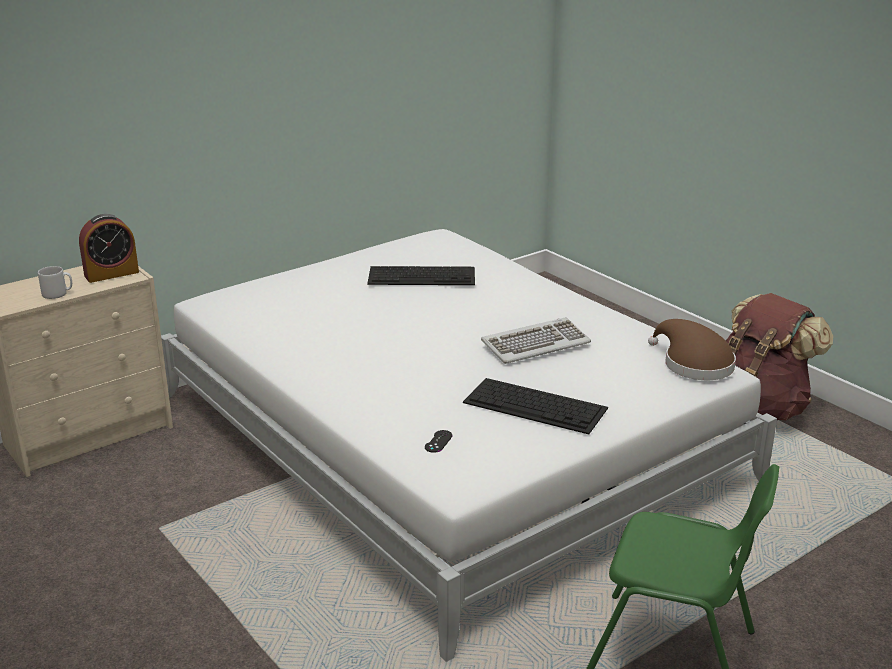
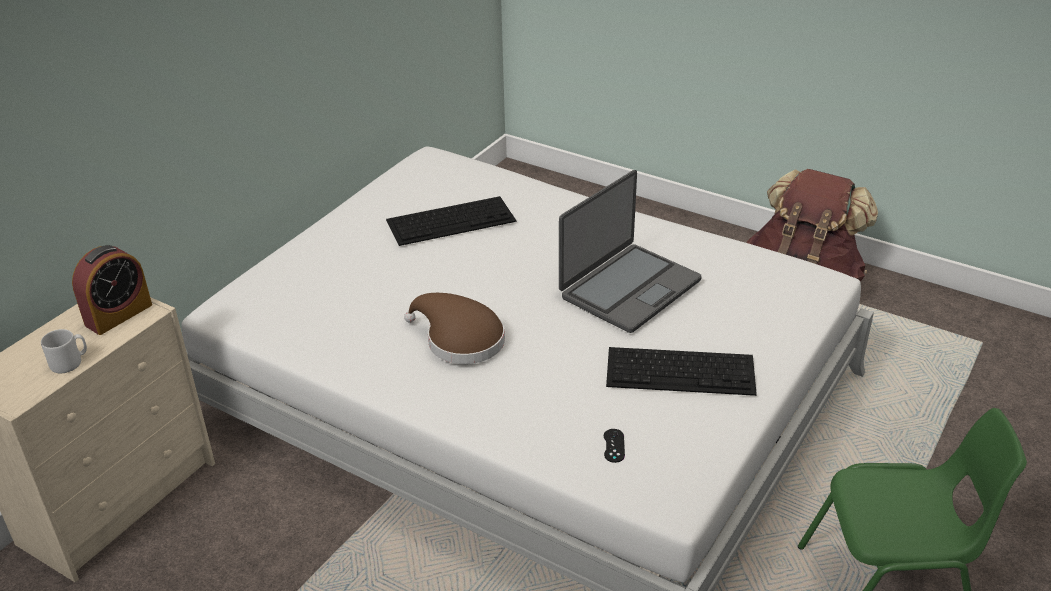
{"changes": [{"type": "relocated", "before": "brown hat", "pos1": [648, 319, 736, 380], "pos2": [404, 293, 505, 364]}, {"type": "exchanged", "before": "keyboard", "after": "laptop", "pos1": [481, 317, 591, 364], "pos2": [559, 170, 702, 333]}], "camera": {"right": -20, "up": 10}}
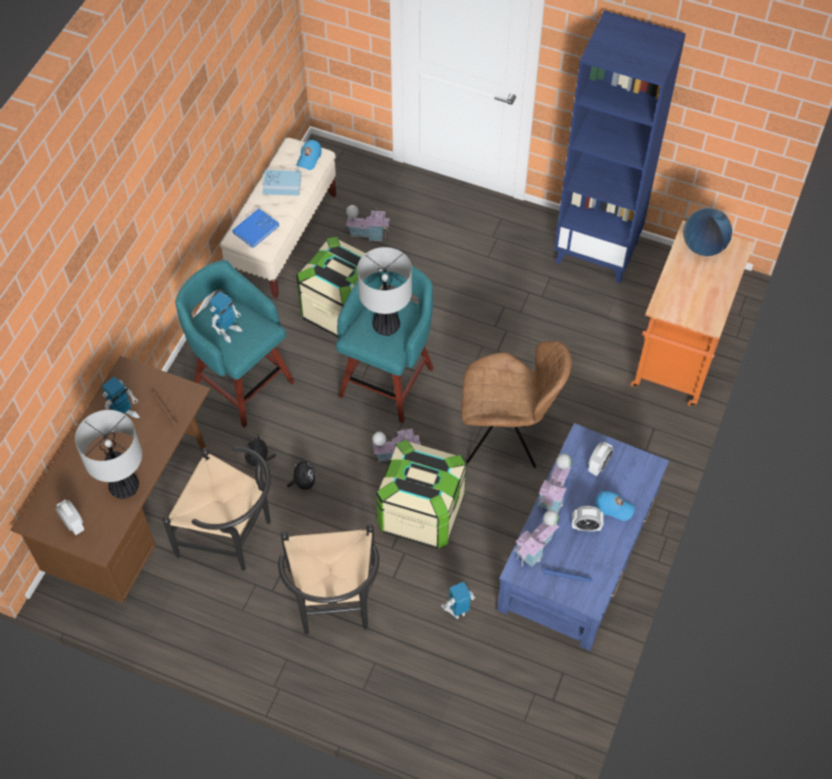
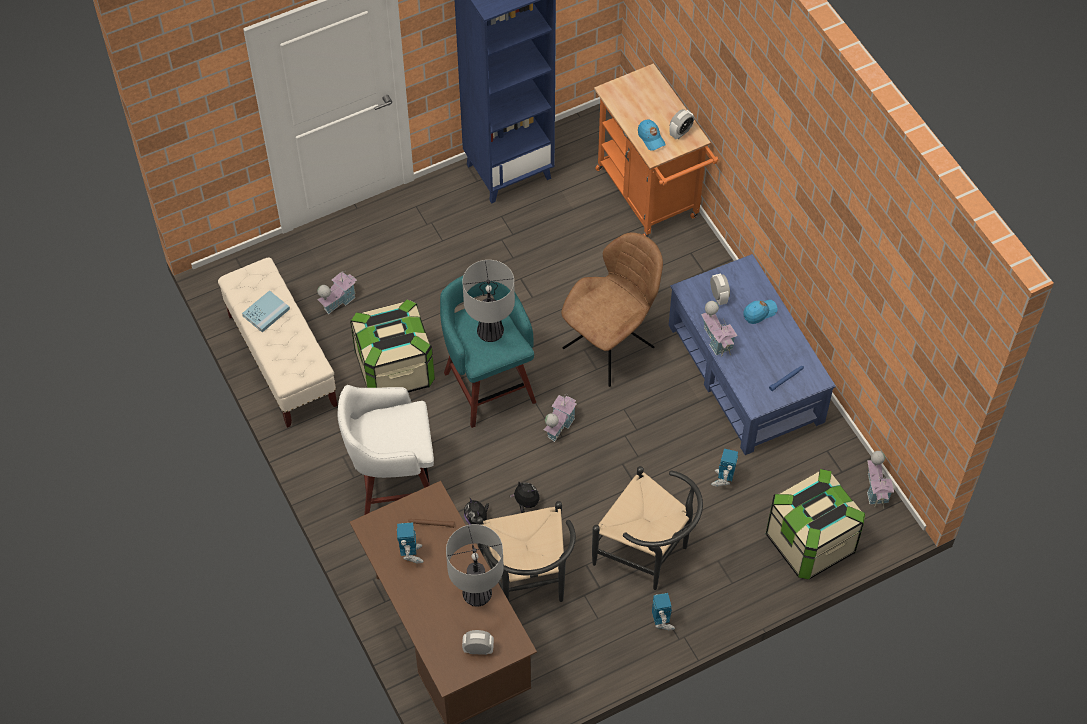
{"changes": [{"type": "missing", "before": "blue book", "pos1": [232, 208, 279, 248]}, {"type": "missing", "before": "globe", "pos1": [683, 208, 732, 256]}, {"type": "relocated", "before": "toy robot", "pos1": [210, 291, 243, 343], "pos2": [652, 593, 675, 630]}, {"type": "relocated", "before": "blue cap", "pos1": [296, 140, 321, 170], "pos2": [638, 119, 666, 151]}, {"type": "relocated", "before": "storage box", "pos1": [376, 439, 467, 549], "pos2": [766, 469, 865, 580]}, {"type": "relocated", "before": "toy house", "pos1": [514, 510, 559, 567], "pos2": [867, 451, 894, 509]}, {"type": "relocated", "before": "alarm clock", "pos1": [572, 506, 604, 532], "pos2": [670, 109, 694, 139]}, {"type": "colour", "before": "turquoise stool", "after": "white stool", "pos1": [175, 260, 294, 428], "pos2": [338, 385, 434, 515]}, {"type": "spun", "before": "black chair", "pos1": [162, 446, 271, 571], "pos2": [476, 501, 576, 602], "turn": 105}], "camera": {"right": -50, "up": 0}}
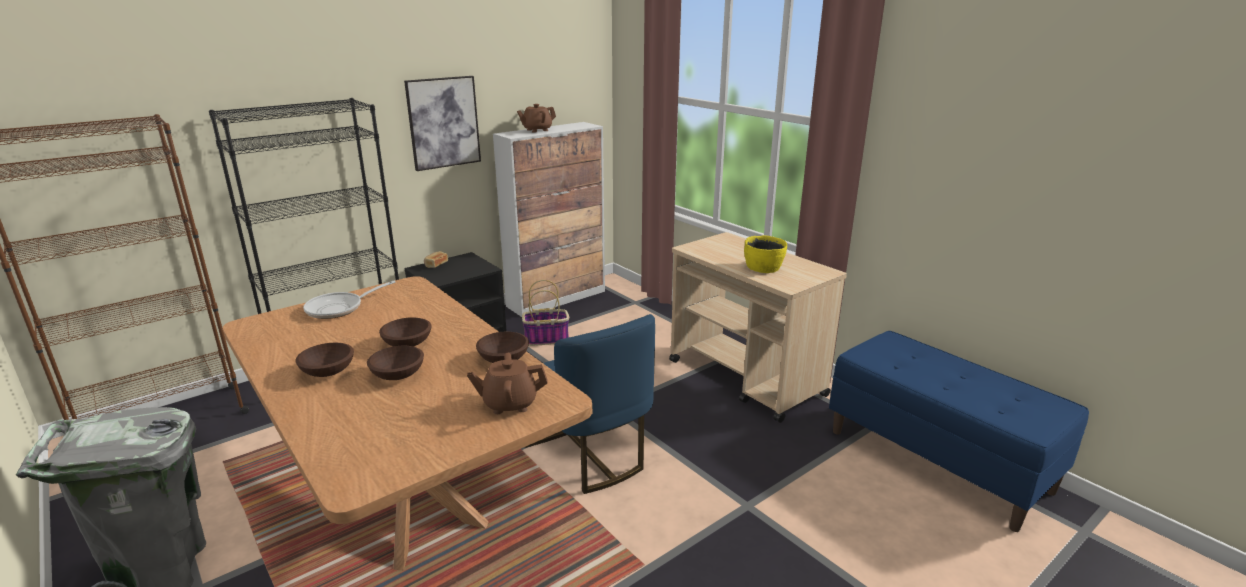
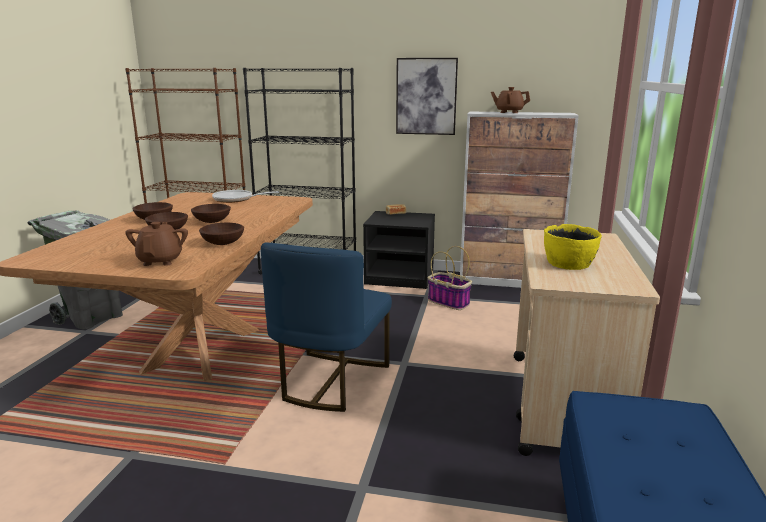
{"changes": [{"type": "spun", "before": "brown teapot", "pos1": [467, 353, 547, 414], "pos2": [125, 222, 188, 266], "turn": 45}], "camera": {"right": 50, "up": -5}}
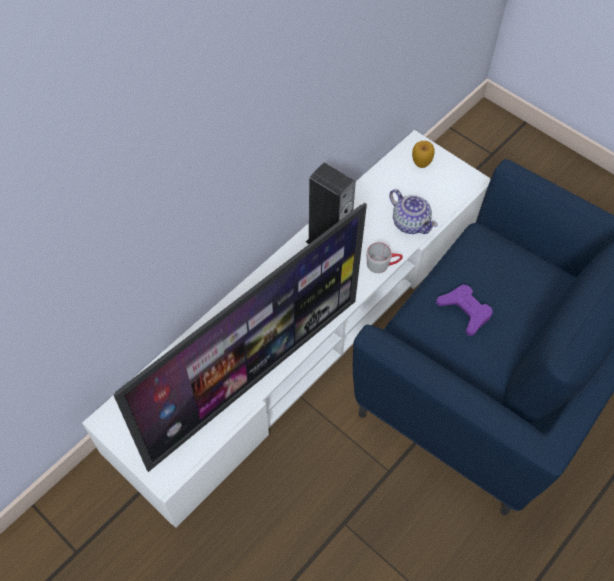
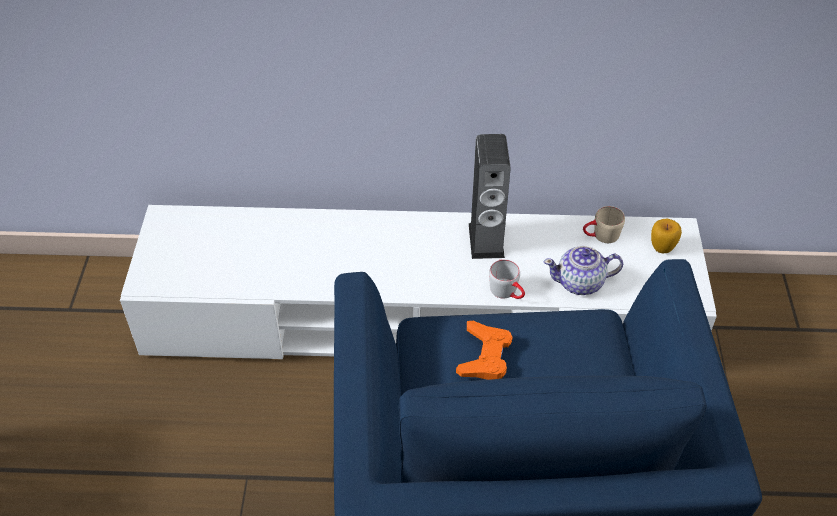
{"changes": [{"type": "missing", "before": "television", "pos1": [113, 203, 367, 472]}, {"type": "appeared", "after": "beige mug", "pos2": [583, 206, 625, 243]}, {"type": "colour", "before": "purple game controller", "after": "orange game controller", "pos1": [436, 284, 493, 336], "pos2": [456, 321, 513, 380]}, {"type": "spun", "before": "teapot", "pos1": [389, 189, 438, 234], "pos2": [544, 246, 623, 295], "turn": 75}], "camera": {"right": 50, "up": -10}}
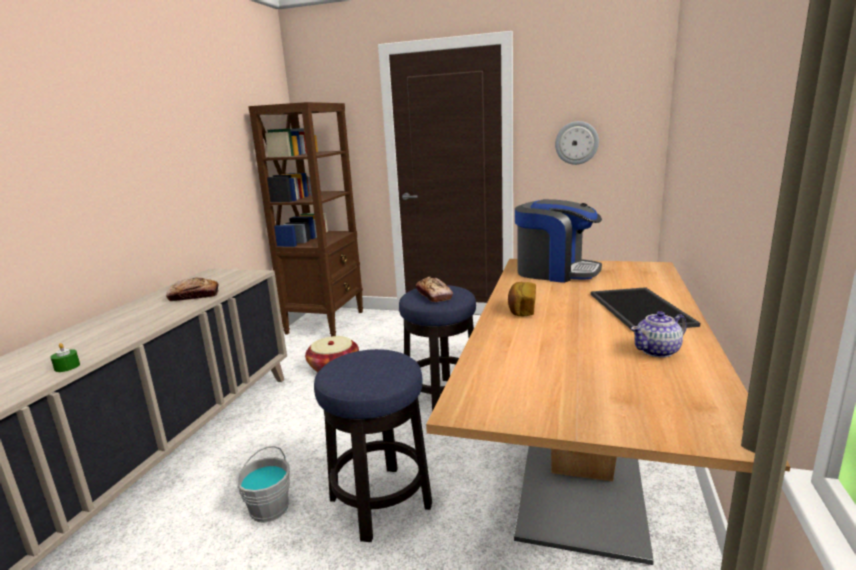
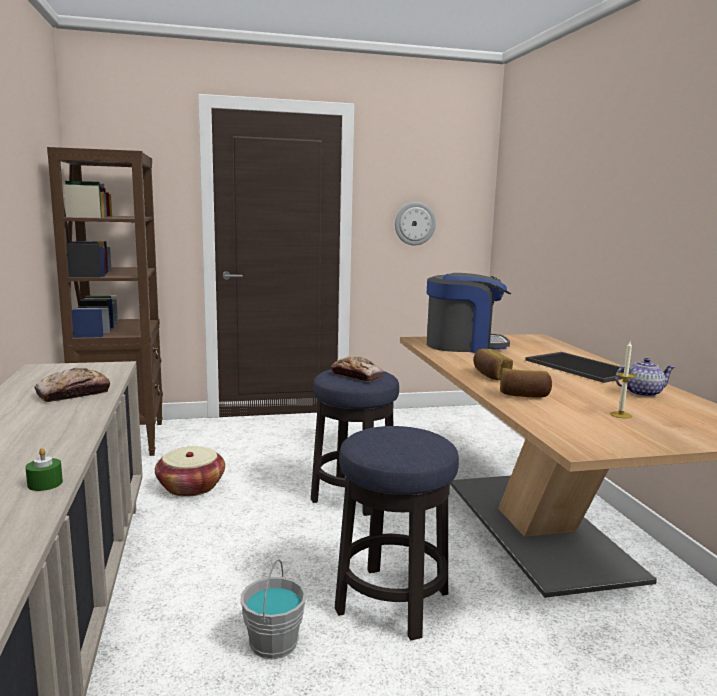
{"changes": [{"type": "appeared", "after": "bread", "pos2": [500, 368, 552, 398]}, {"type": "appeared", "after": "candle", "pos2": [610, 342, 635, 419]}, {"type": "spun", "before": "teapot", "pos1": [631, 311, 687, 358], "pos2": [615, 358, 675, 397], "turn": -135}], "camera": {"right": -30, "up": -5}}
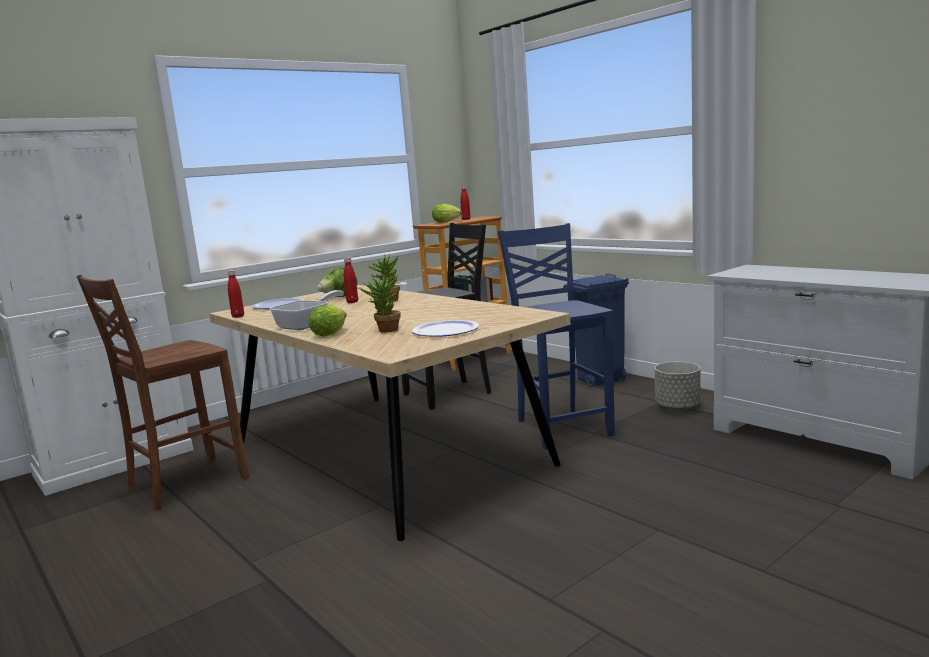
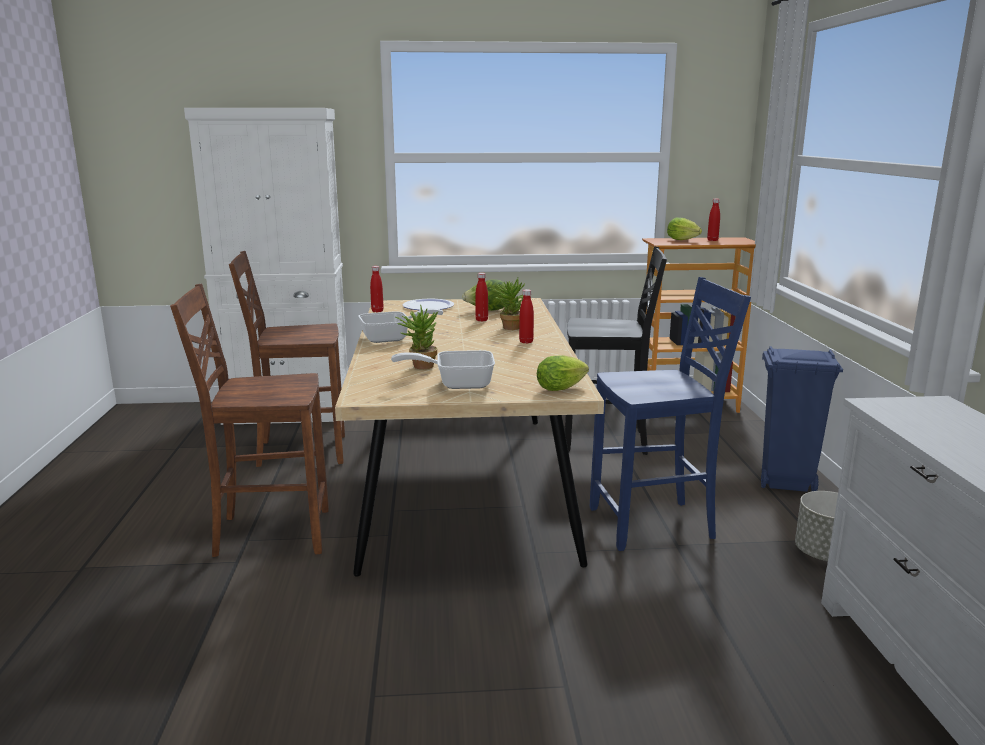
{"changes": [{"type": "appeared", "after": "brown chair", "pos2": [170, 284, 329, 557]}, {"type": "appeared", "after": "red bottle", "pos2": [519, 289, 534, 344]}, {"type": "relocated", "before": "lettuce", "pos1": [308, 304, 347, 337], "pos2": [537, 355, 589, 391]}, {"type": "exchanged", "before": "plate", "after": "frying pan", "pos1": [412, 320, 479, 337], "pos2": [391, 350, 495, 389]}, {"type": "spun", "before": "blue chair", "pos1": [498, 223, 615, 449], "pos2": [590, 277, 751, 551], "turn": 60}], "camera": {"right": 35, "up": 5}}
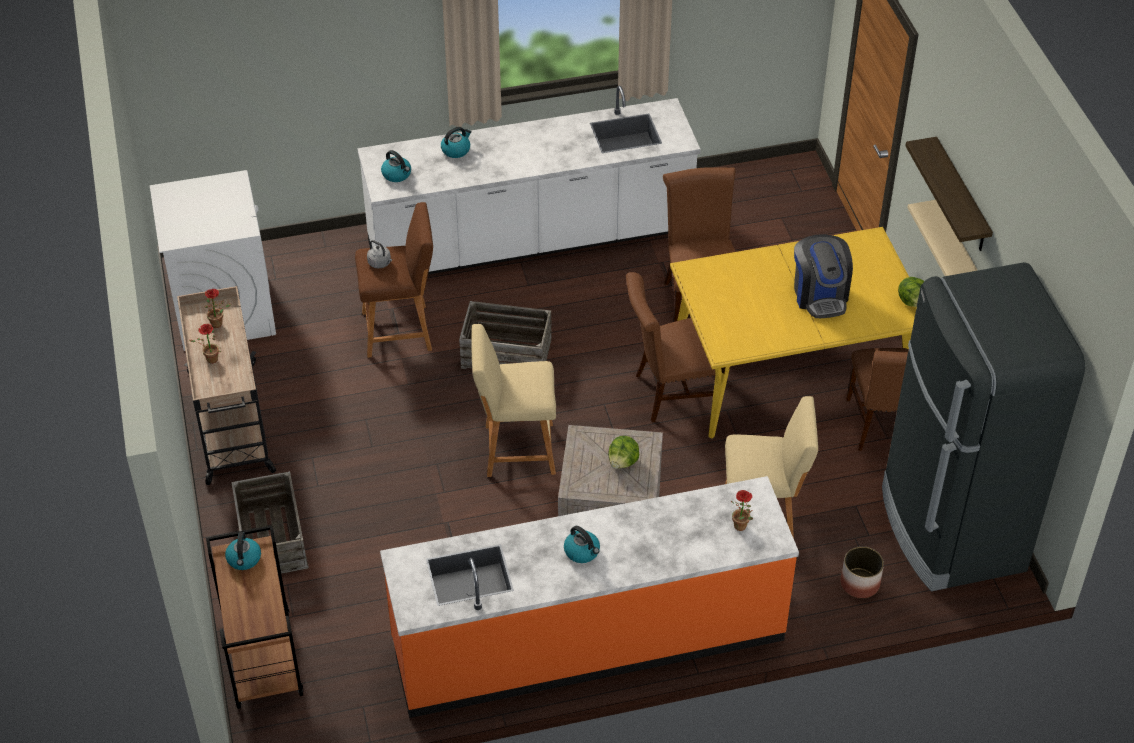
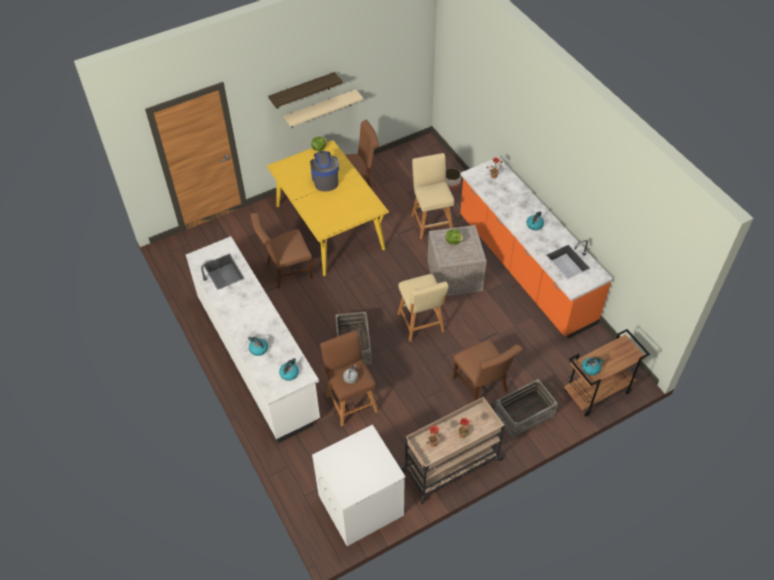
{"changes": [{"type": "missing", "before": "black fridge", "pos1": [882, 262, 1085, 591]}, {"type": "relocated", "before": "brown chair", "pos1": [626, 272, 716, 423], "pos2": [453, 339, 523, 401]}, {"type": "spun", "before": "coffee machine", "pos1": [794, 234, 853, 318], "pos2": [310, 151, 339, 192], "turn": -75}], "camera": {"right": -105, "up": 5}}
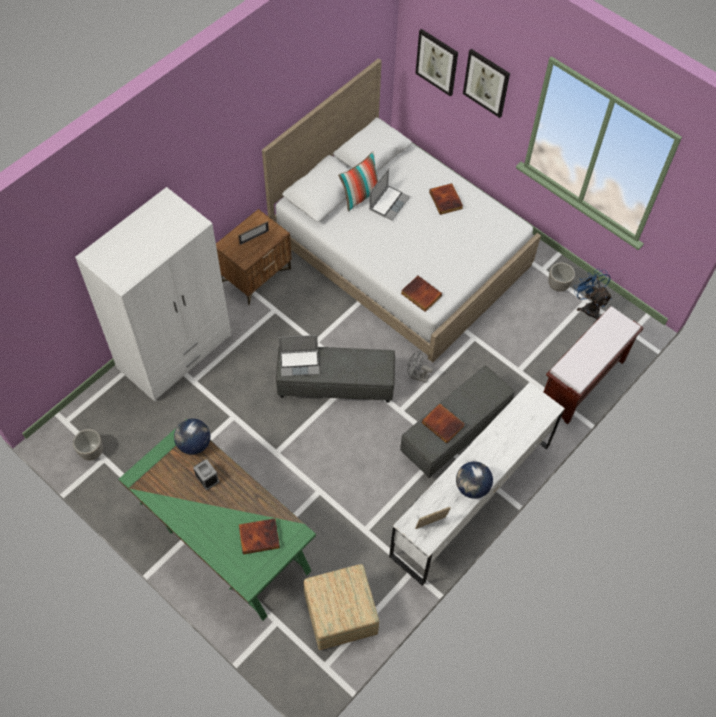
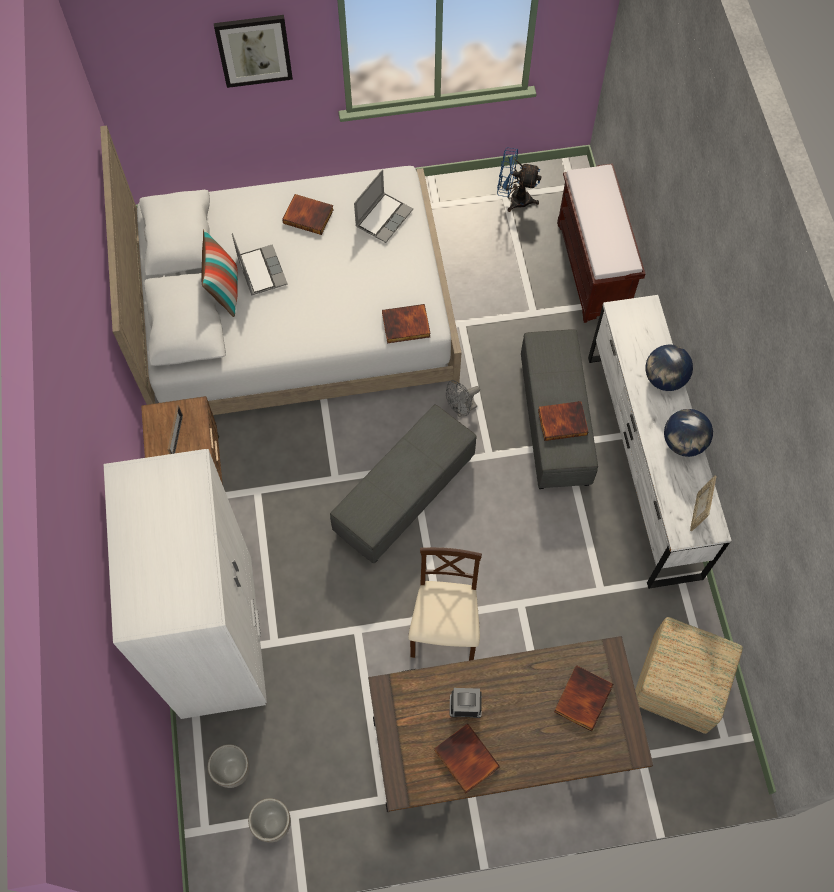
{"changes": [{"type": "missing", "before": "picture", "pos1": [415, 29, 458, 97]}, {"type": "appeared", "after": "beige chair", "pos2": [408, 547, 482, 661]}, {"type": "appeared", "after": "book", "pos2": [434, 723, 500, 793]}, {"type": "relocated", "before": "globe", "pos1": [174, 419, 210, 455], "pos2": [645, 344, 693, 391]}, {"type": "relocated", "before": "laptop", "pos1": [279, 335, 320, 377], "pos2": [354, 169, 413, 243]}, {"type": "relocated", "before": "planter", "pos1": [548, 263, 575, 292], "pos2": [208, 744, 250, 788]}, {"type": "colour", "before": "green desk", "after": "brown desk", "pos1": [119, 419, 316, 621], "pos2": [368, 636, 653, 812]}], "camera": {"right": -50, "up": 5}}
